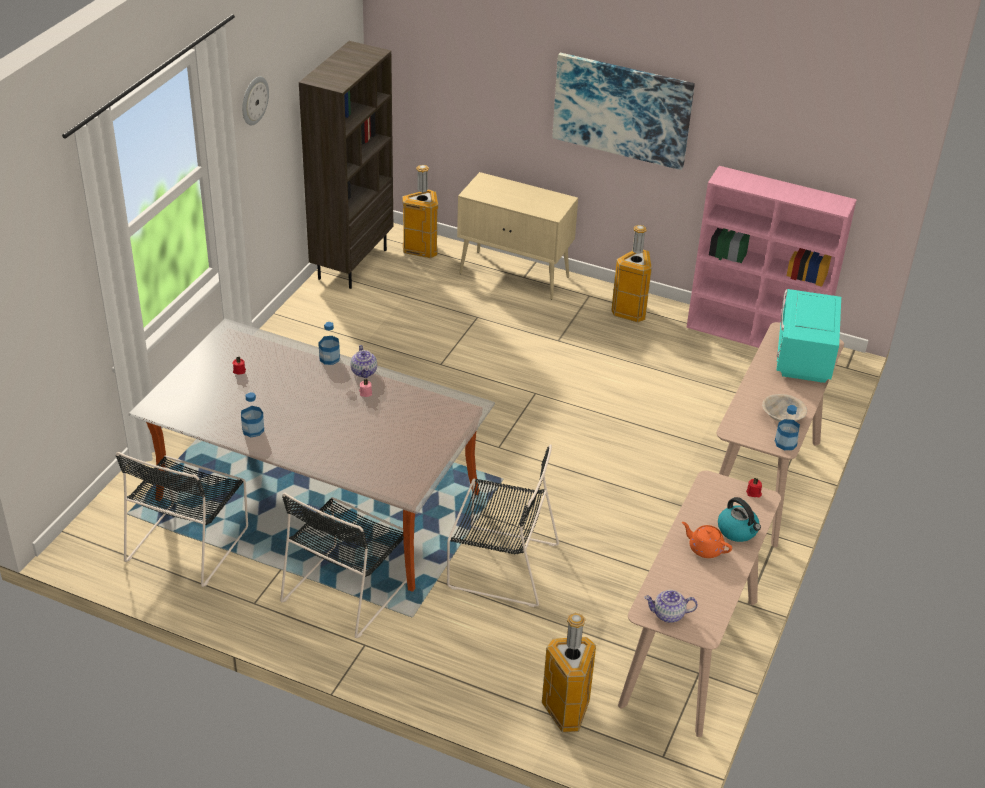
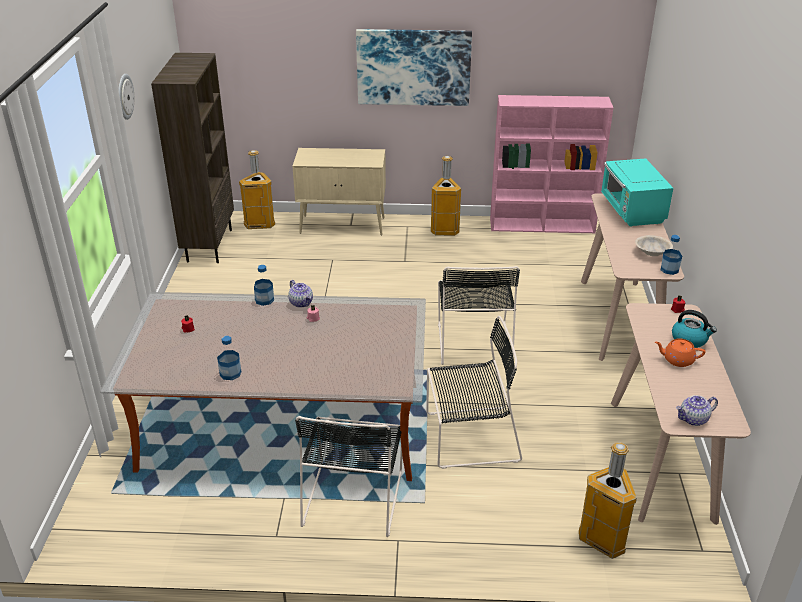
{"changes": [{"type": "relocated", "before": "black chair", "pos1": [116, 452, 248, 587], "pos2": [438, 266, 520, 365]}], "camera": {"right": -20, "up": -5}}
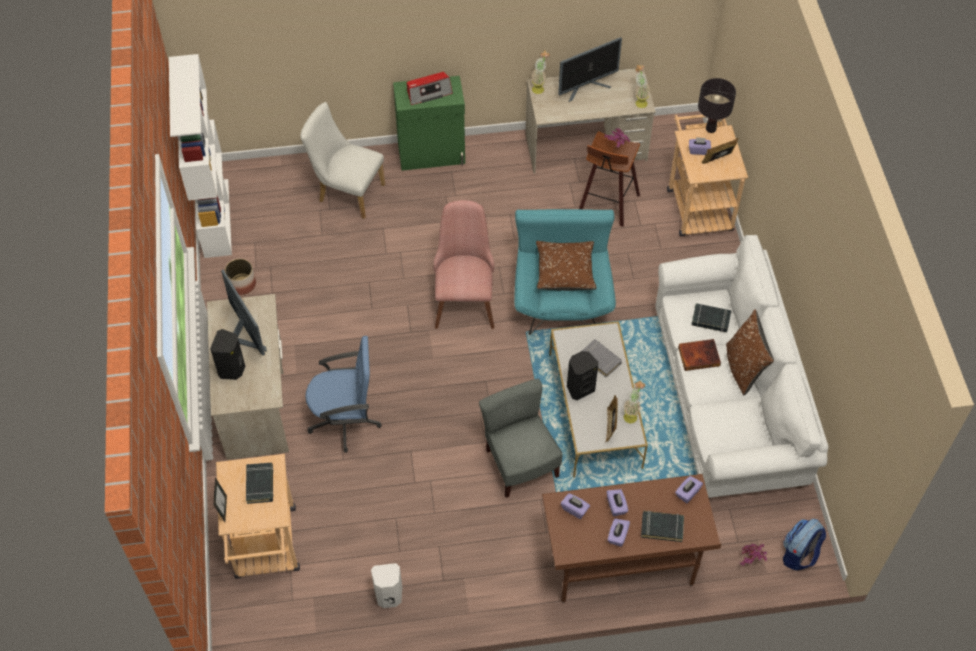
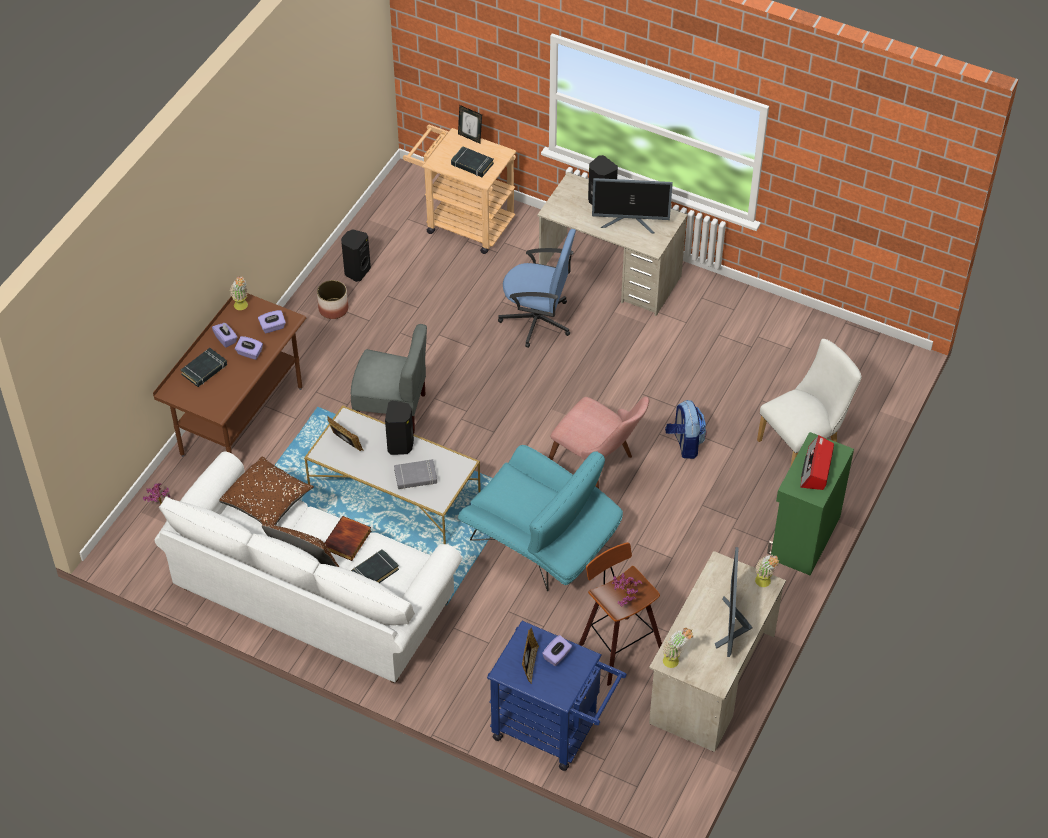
{"changes": [{"type": "missing", "before": "white bookcase", "pos1": [169, 54, 232, 258]}, {"type": "missing", "before": "purple tissue box", "pos1": [675, 476, 703, 503]}, {"type": "missing", "before": "black table lamp", "pos1": [698, 78, 736, 133]}, {"type": "relocated", "before": "planter", "pos1": [225, 259, 256, 295], "pos2": [317, 280, 348, 319]}, {"type": "relocated", "before": "brown pillow", "pos1": [536, 241, 597, 291], "pos2": [219, 457, 314, 526]}, {"type": "relocated", "before": "potted plant", "pos1": [624, 380, 645, 423], "pos2": [230, 276, 248, 310]}, {"type": "relocated", "before": "backpack", "pos1": [783, 519, 826, 571], "pos2": [665, 400, 707, 459]}, {"type": "colour", "before": "white speaker", "after": "black speaker", "pos1": [371, 563, 402, 608], "pos2": [341, 229, 371, 282]}, {"type": "colour", "before": "beige cart", "after": "blue cart", "pos1": [667, 115, 748, 236], "pos2": [487, 621, 627, 771]}, {"type": "spun", "before": "blue office chair", "pos1": [305, 336, 382, 453], "pos2": [498, 229, 576, 348], "turn": -105}], "camera": {"right": 125, "up": -5}}
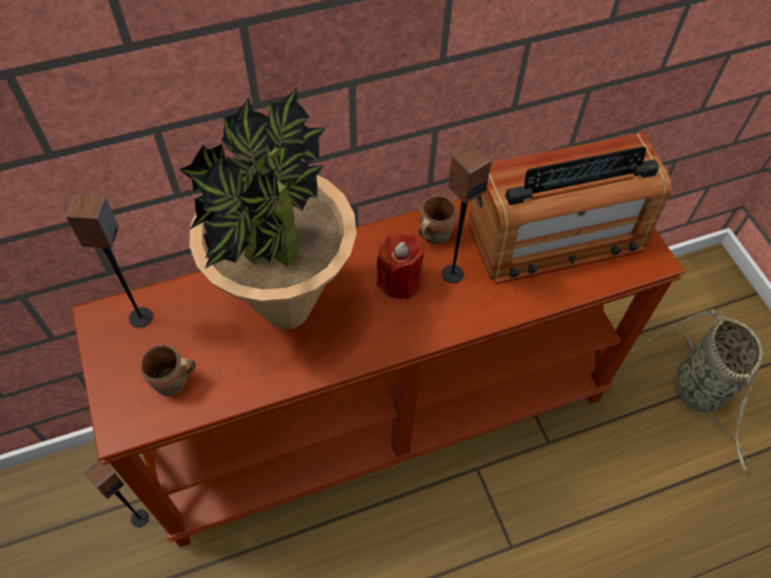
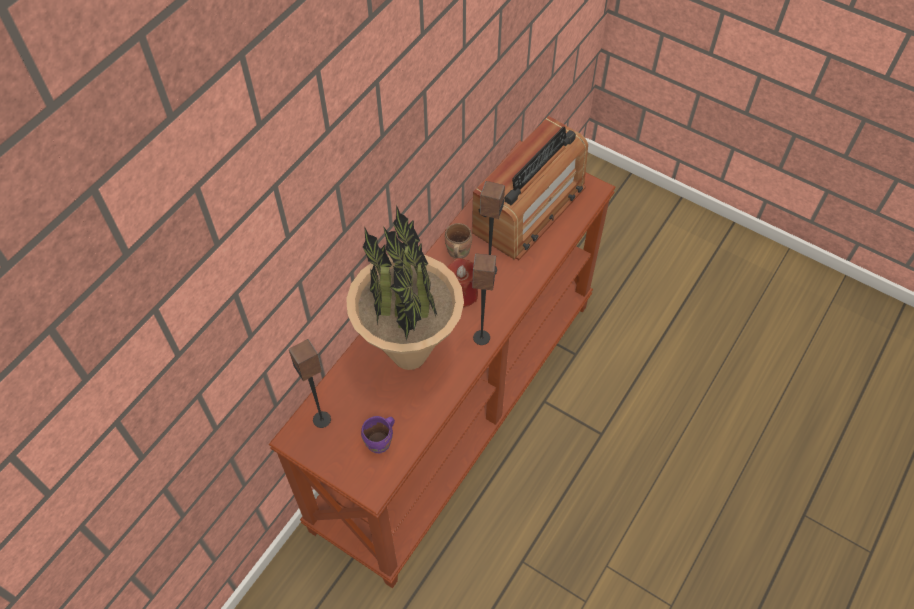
{"changes": [{"type": "missing", "before": "basket", "pos1": [648, 309, 763, 471]}, {"type": "relocated", "before": "speaker", "pos1": [84, 460, 149, 527], "pos2": [472, 254, 496, 345]}, {"type": "colour", "before": "brown mug", "after": "purple mug", "pos1": [140, 345, 195, 396], "pos2": [361, 416, 395, 454]}], "camera": {"right": -35, "up": 0}}
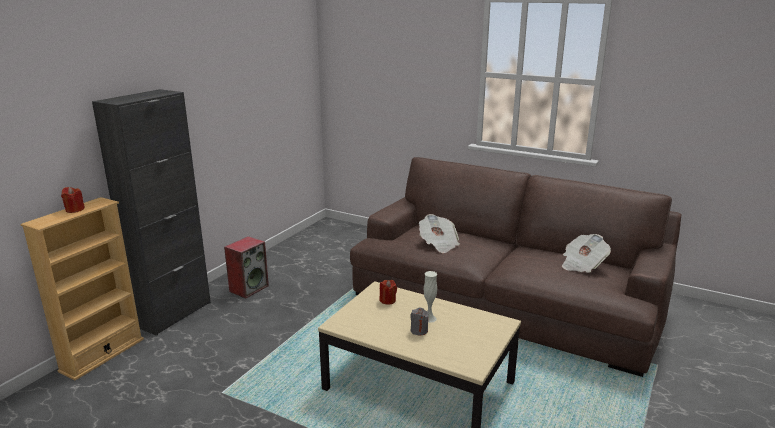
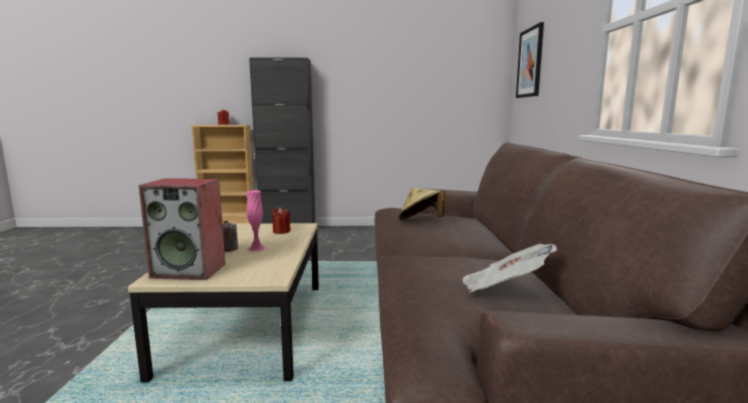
{"changes": [{"type": "appeared", "after": "picture", "pos2": [516, 22, 544, 98]}, {"type": "relocated", "before": "speaker", "pos1": [224, 236, 269, 299], "pos2": [139, 178, 225, 280]}, {"type": "exchanged", "before": "newspaper", "after": "beige hat", "pos1": [419, 214, 460, 253], "pos2": [399, 188, 446, 220]}, {"type": "colour", "before": "white vase", "after": "pink vase", "pos1": [424, 271, 437, 323], "pos2": [246, 190, 265, 251]}], "camera": {"right": 60, "up": -10}}
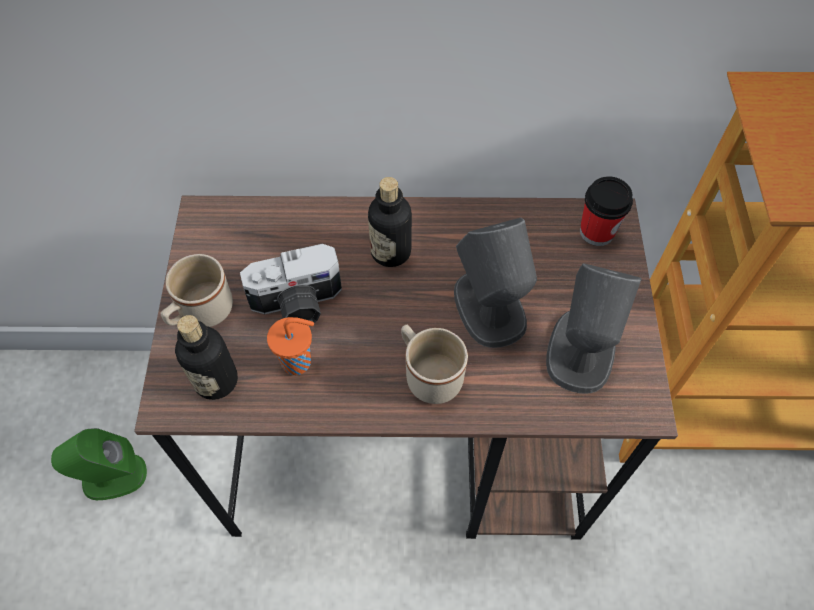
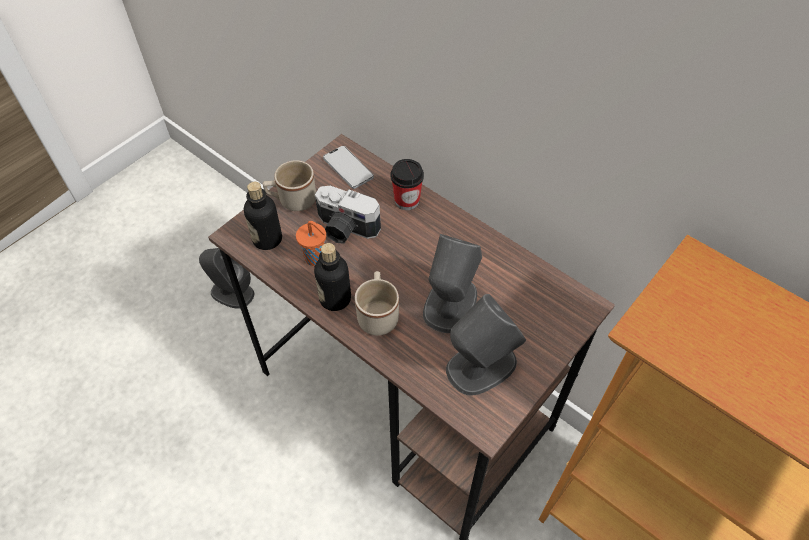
{"changes": [{"type": "appeared", "after": "phone", "pos2": [323, 146, 374, 189]}, {"type": "relocated", "before": "bottle", "pos1": [368, 177, 412, 267], "pos2": [314, 243, 351, 311]}, {"type": "relocated", "before": "cup", "pos1": [580, 176, 633, 246], "pos2": [391, 159, 424, 210]}, {"type": "colour", "before": "green speaker", "after": "grey speaker", "pos1": [51, 428, 147, 500], "pos2": [199, 248, 254, 309]}], "camera": {"right": 40, "up": -5}}
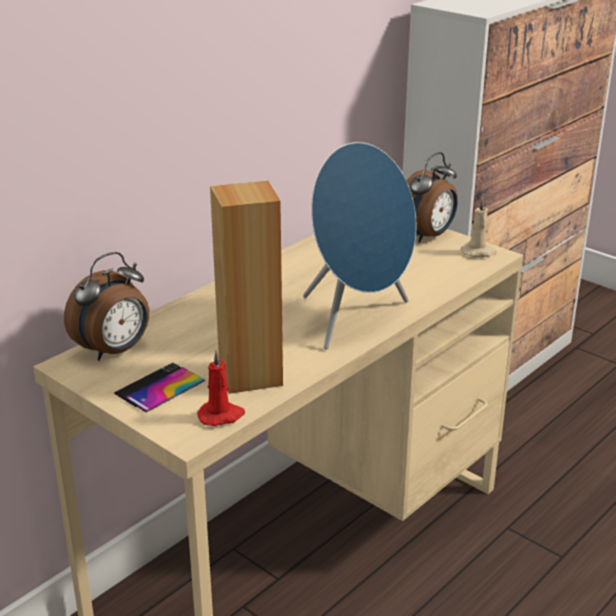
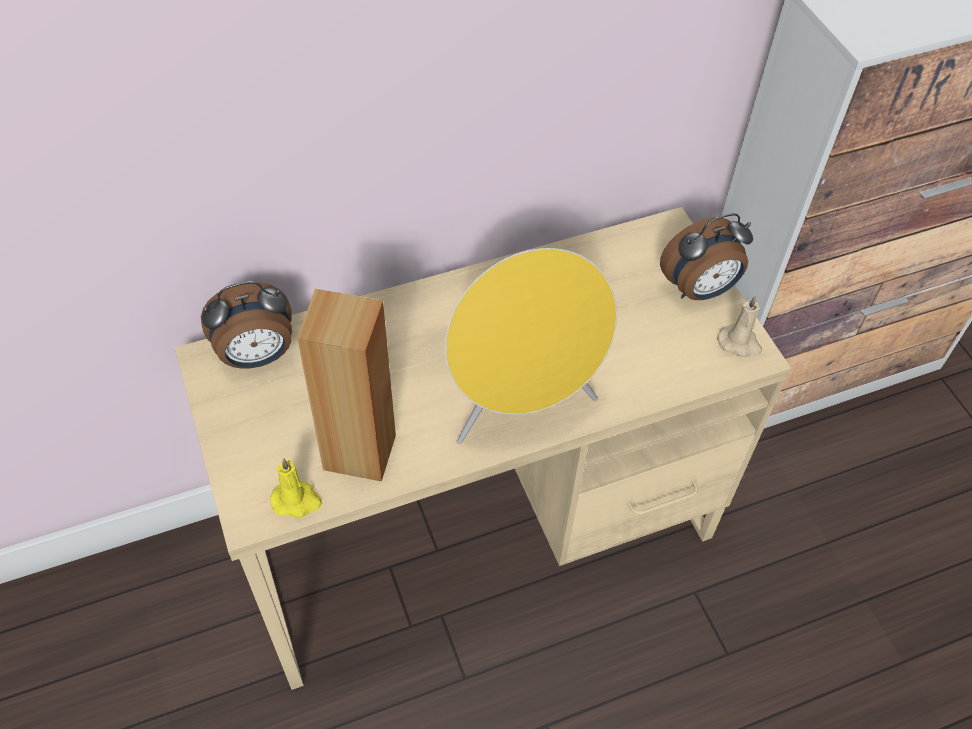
{"changes": [{"type": "missing", "before": "phone", "pos1": [114, 363, 205, 412]}, {"type": "colour", "before": "red candle", "after": "yellow candle", "pos1": [197, 350, 245, 426], "pos2": [270, 458, 322, 518]}, {"type": "colour", "before": "blue speaker", "after": "yellow speaker", "pos1": [303, 142, 416, 350], "pos2": [445, 248, 617, 444]}], "camera": {"right": 25, "up": 25}}
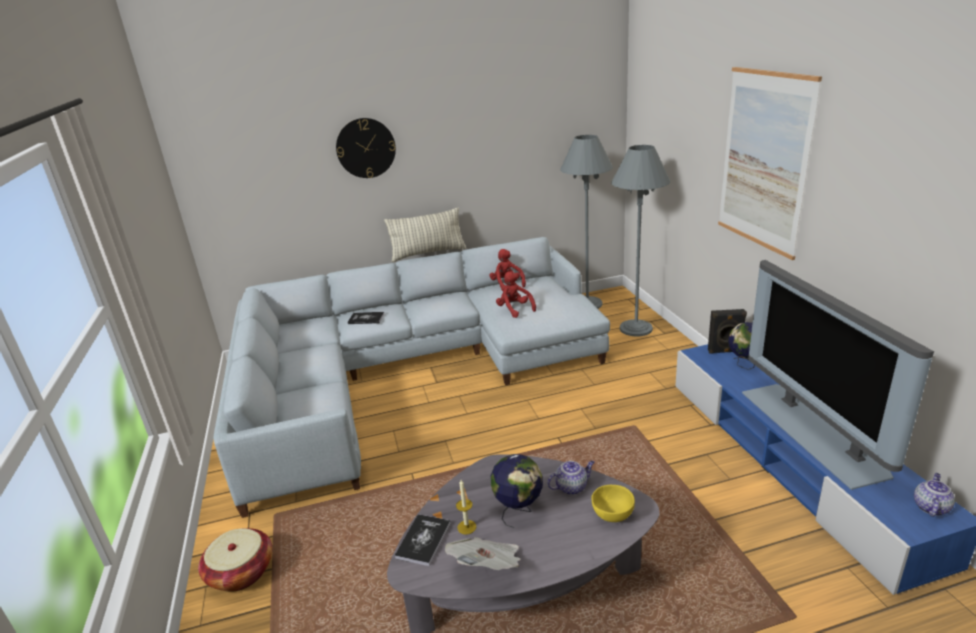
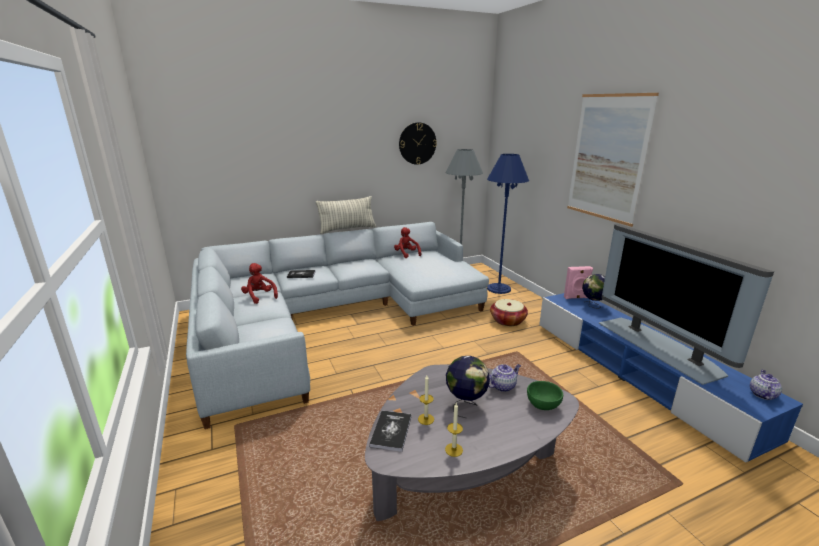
{"changes": [{"type": "relocated", "before": "basket", "pos1": [198, 528, 272, 592], "pos2": [490, 299, 528, 326]}, {"type": "relocated", "before": "wall clock", "pos1": [336, 118, 396, 178], "pos2": [399, 122, 437, 165]}, {"type": "relocated", "before": "red plush toy", "pos1": [496, 271, 536, 318], "pos2": [241, 263, 278, 304]}, {"type": "exchanged", "before": "newspaper", "after": "candle", "pos1": [445, 537, 521, 570], "pos2": [445, 403, 463, 457]}, {"type": "colour", "before": "yellow bowl", "after": "green bowl", "pos1": [592, 485, 635, 522], "pos2": [527, 381, 563, 410]}, {"type": "colour", "before": "grey floor lamp", "after": "blue floor lamp", "pos1": [611, 145, 670, 337], "pos2": [487, 154, 529, 294]}, {"type": "colour", "before": "black speaker", "after": "pink speaker", "pos1": [708, 309, 747, 354], "pos2": [564, 266, 593, 299]}], "camera": {"right": -10, "up": -5}}
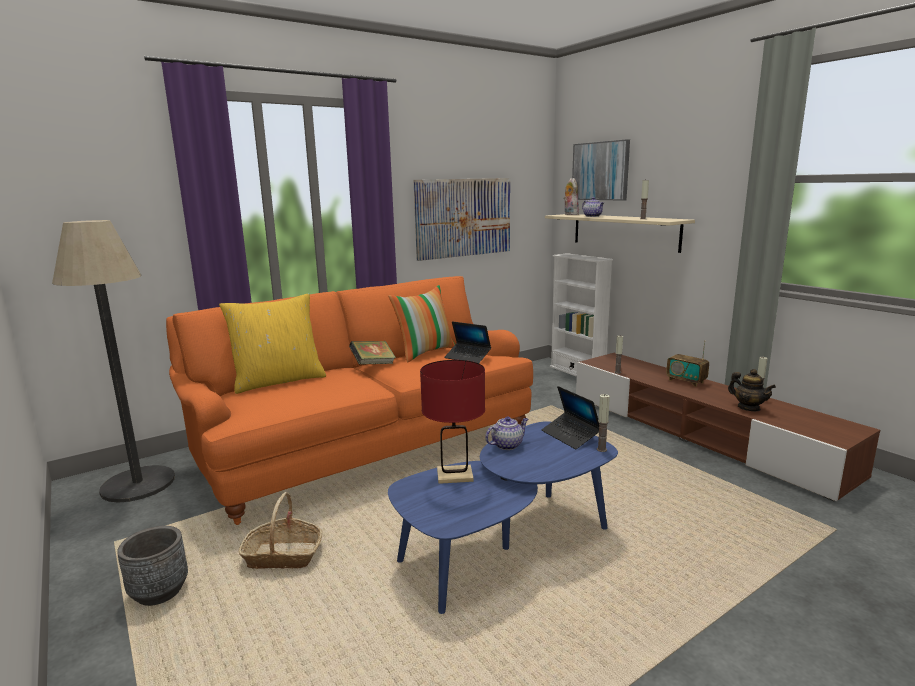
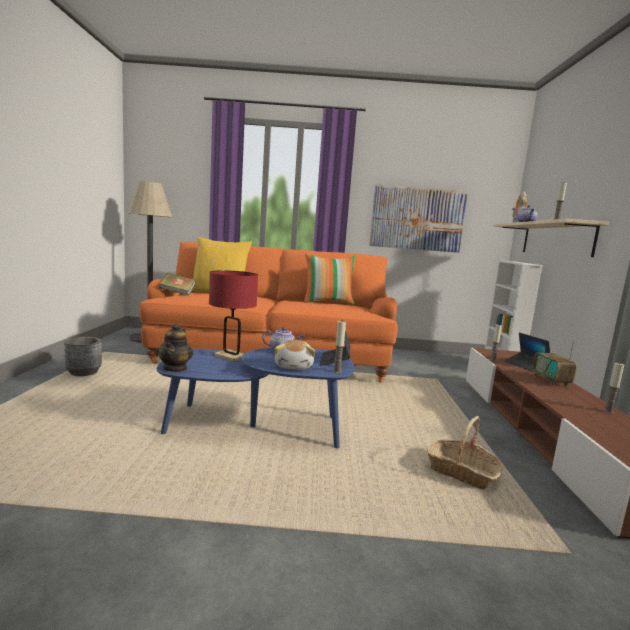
{"changes": [{"type": "missing", "before": "picture", "pos1": [572, 139, 630, 201]}, {"type": "appeared", "after": "plush toy", "pos2": [275, 340, 315, 370]}, {"type": "relocated", "before": "basket", "pos1": [239, 492, 322, 569], "pos2": [427, 416, 503, 489]}, {"type": "relocated", "before": "book", "pos1": [349, 341, 396, 365], "pos2": [159, 273, 196, 296]}, {"type": "relocated", "before": "laptop", "pos1": [445, 321, 491, 363], "pos2": [505, 332, 550, 372]}, {"type": "relocated", "before": "teapot", "pos1": [728, 369, 776, 411], "pos2": [157, 323, 193, 372]}], "camera": {"right": 35, "up": -5}}
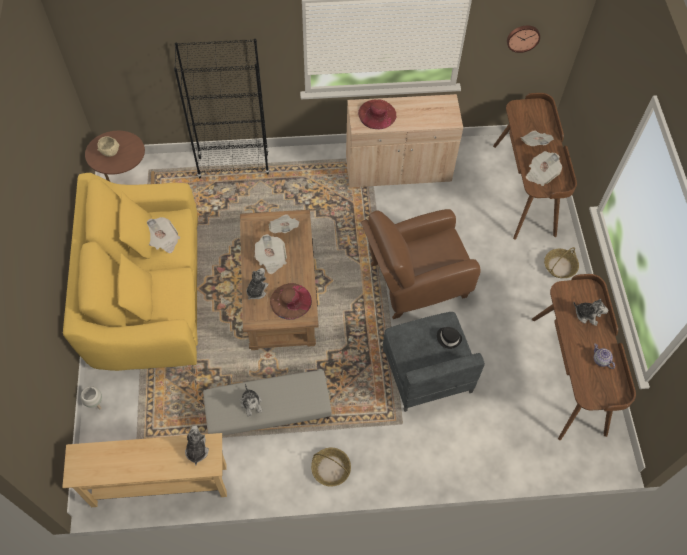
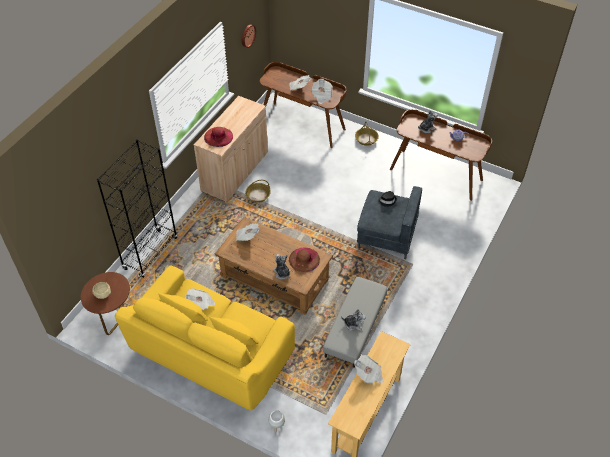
{"changes": [{"type": "missing", "before": "plush toy", "pos1": [185, 425, 209, 466]}, {"type": "missing", "before": "brown armchair", "pos1": [361, 209, 481, 319]}, {"type": "relocated", "before": "newspaper", "pos1": [255, 234, 287, 274], "pos2": [354, 355, 383, 384]}, {"type": "relocated", "before": "basket", "pos1": [311, 448, 351, 487], "pos2": [245, 180, 271, 203]}], "camera": {"right": -55, "up": -10}}
